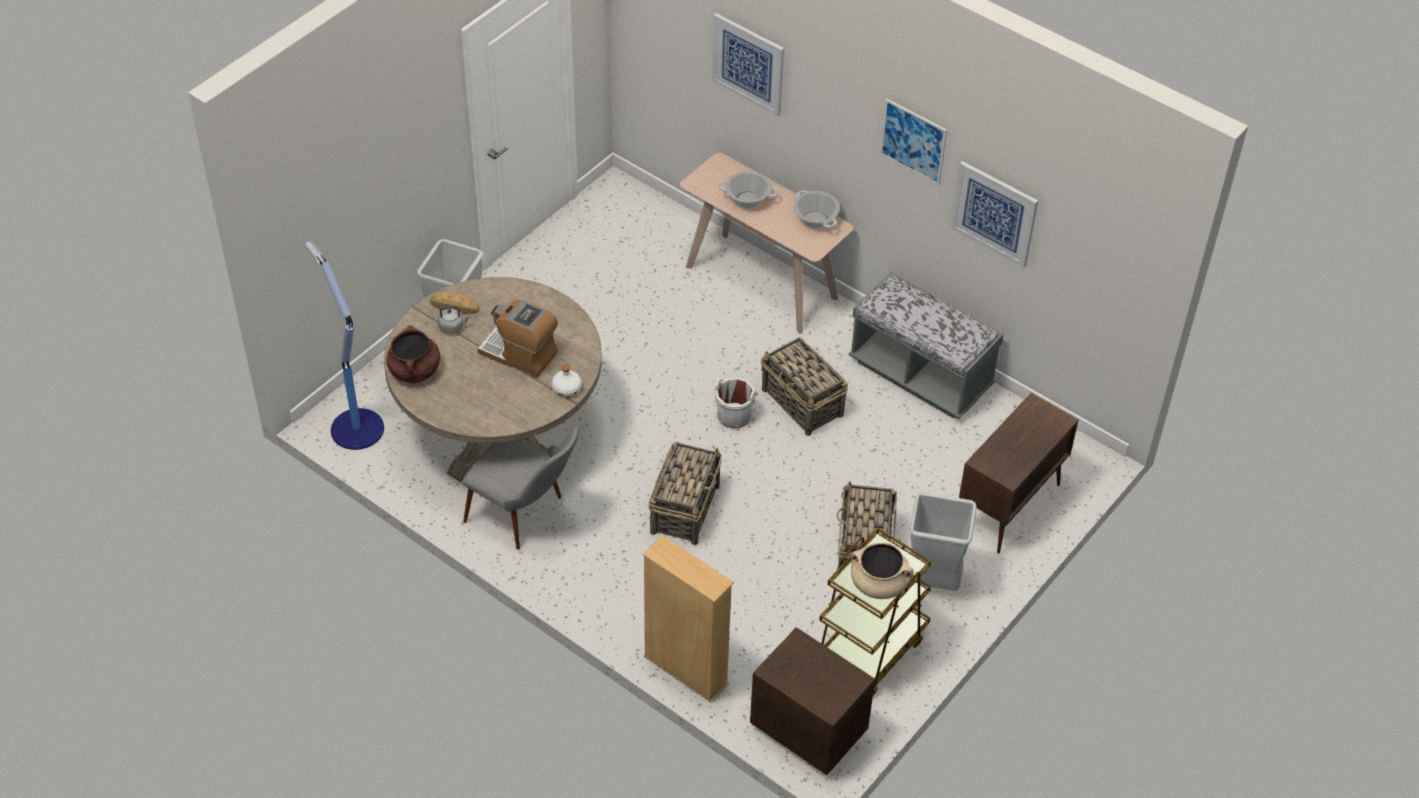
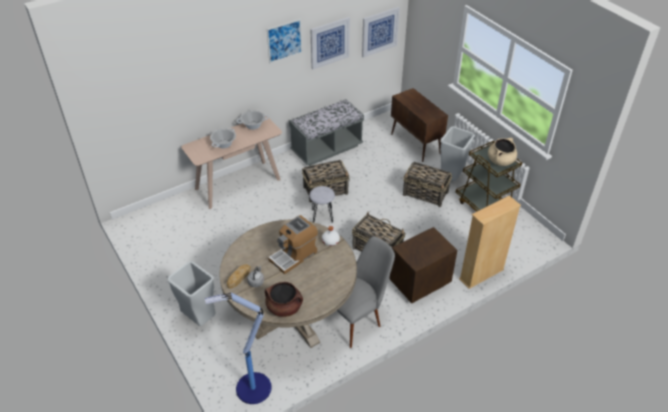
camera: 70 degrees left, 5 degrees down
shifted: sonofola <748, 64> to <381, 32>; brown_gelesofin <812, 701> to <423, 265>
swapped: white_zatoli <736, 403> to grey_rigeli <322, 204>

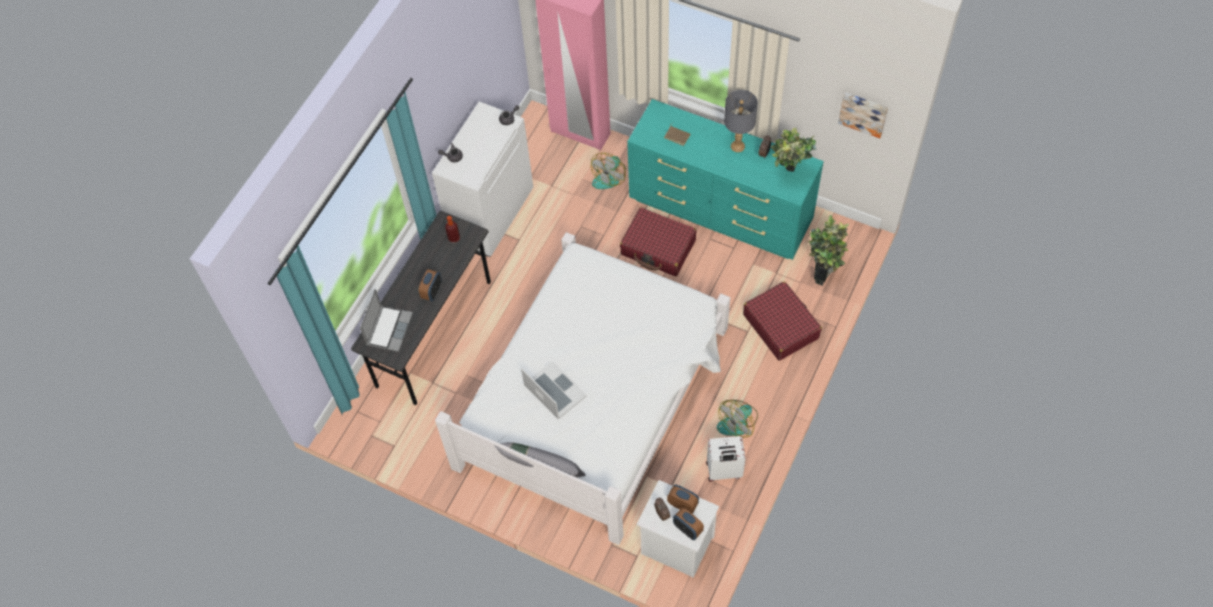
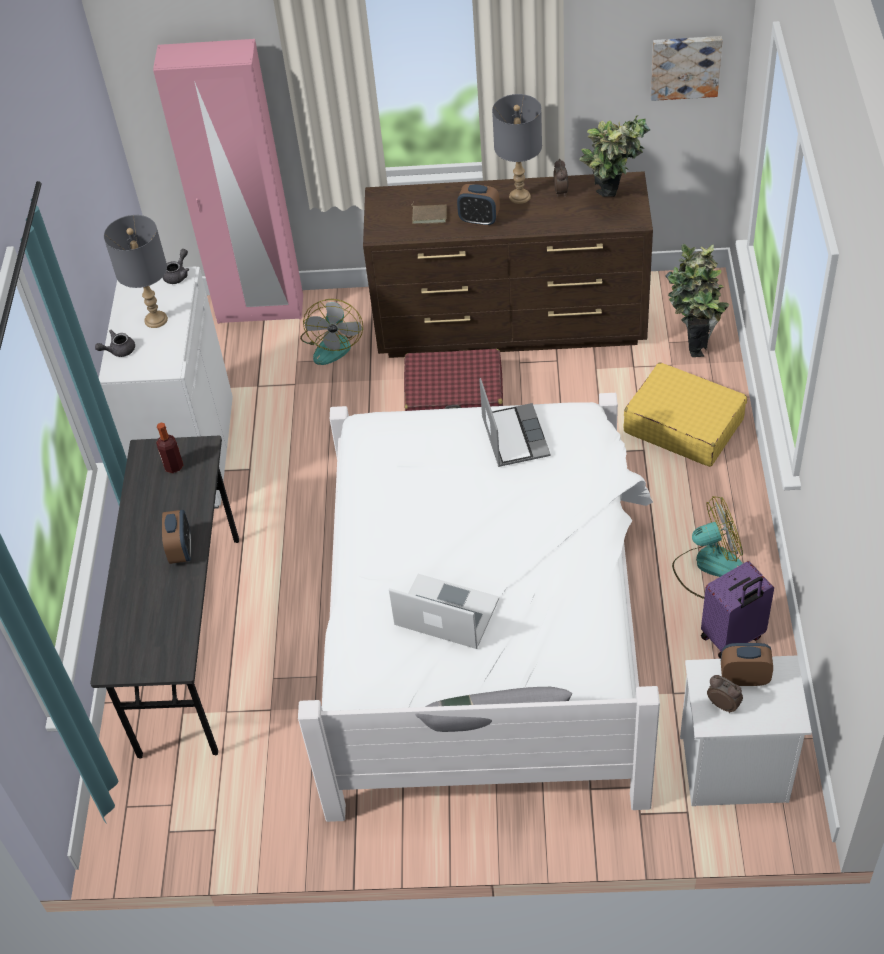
camera: 25 degrees left, 10 degrees down
new: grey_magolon <136, 271>
shifted: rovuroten <386, 320> to <515, 422>; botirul <688, 523> to <478, 205>
repainted: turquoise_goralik <725, 179> to brown_goralik <508, 264>; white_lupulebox <726, 458> to purple_lupulebox <737, 610>; red_lupulebox <782, 321> to yellow_lupulebox <685, 415>
rotated: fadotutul <737, 419> = <707, 547> 120 degrees counterclockwise

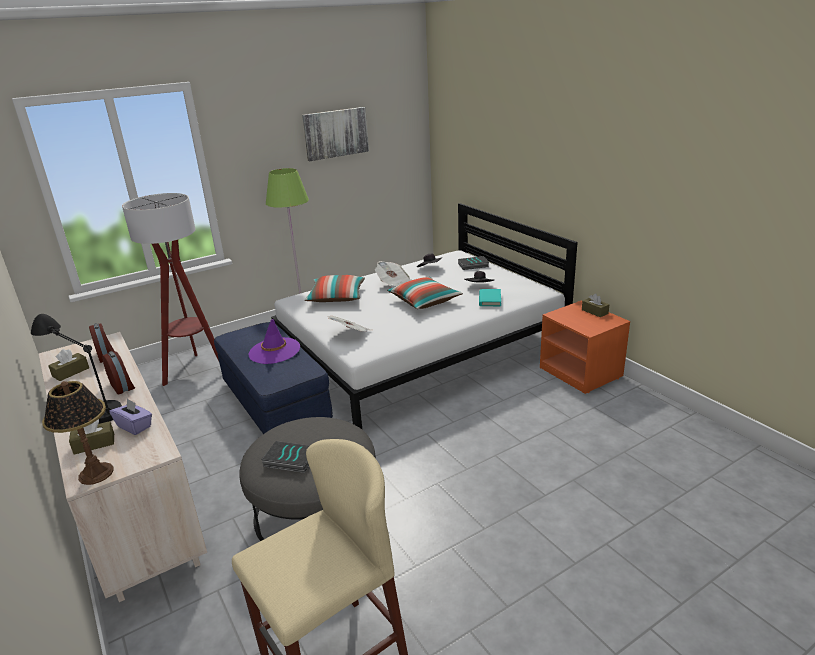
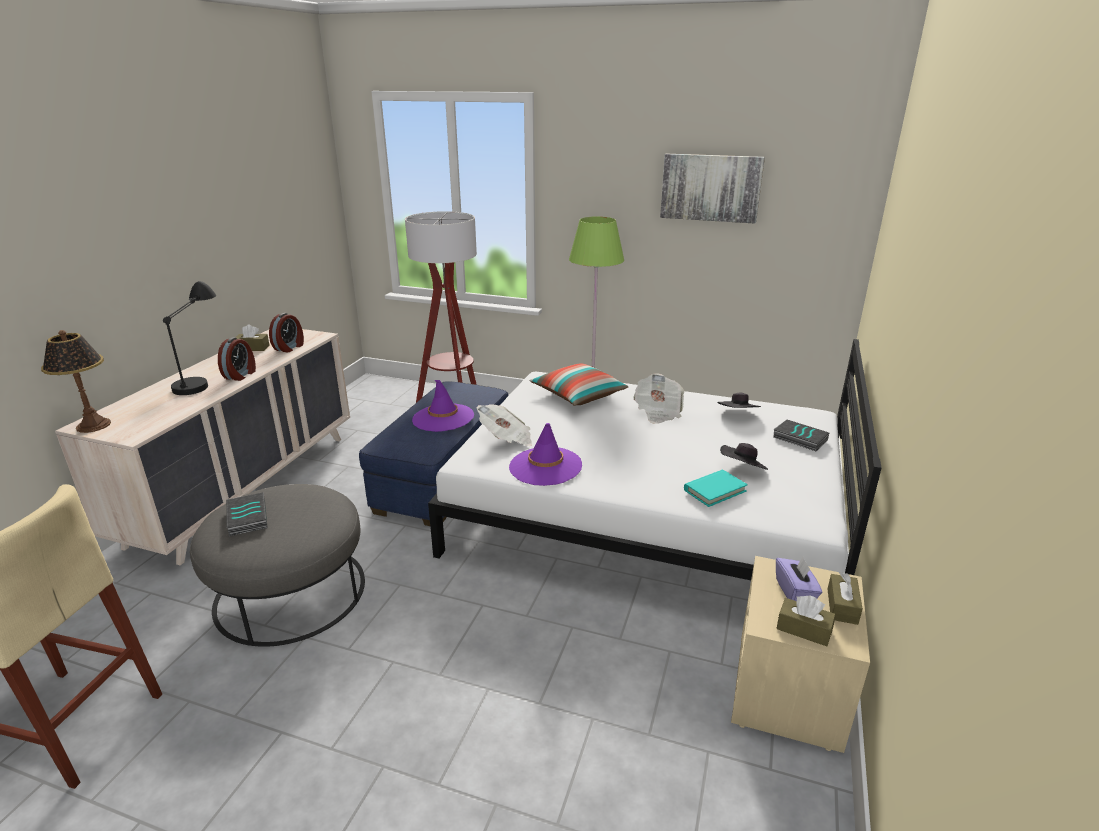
camera: 50 degrees right, 0 degrees up
gone: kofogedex <425, 293>
new: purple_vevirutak <545, 454>
shifted: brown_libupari <91, 437> to <806, 621>; purple_libupari <131, 417> to <799, 579>
repainted: orange_gelesofin <585, 347> to beige_gelesofin <800, 654>

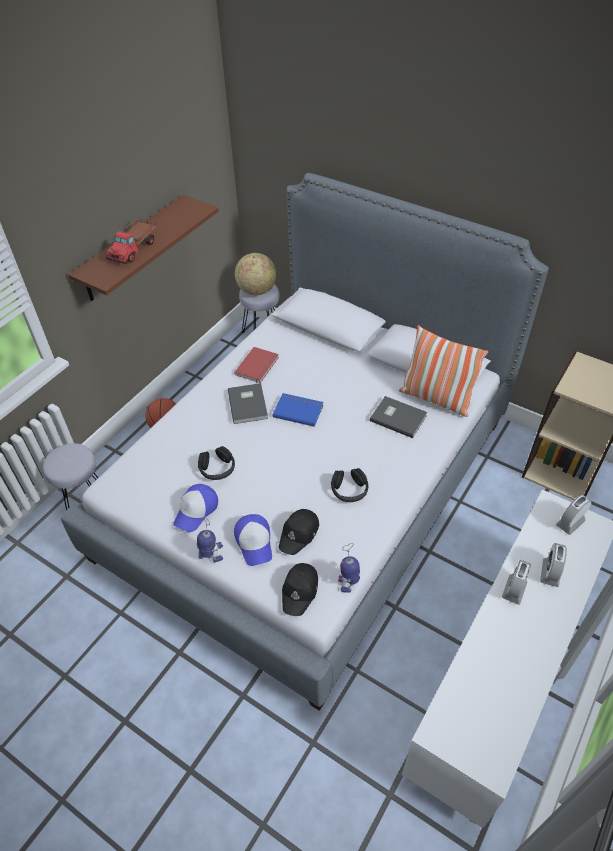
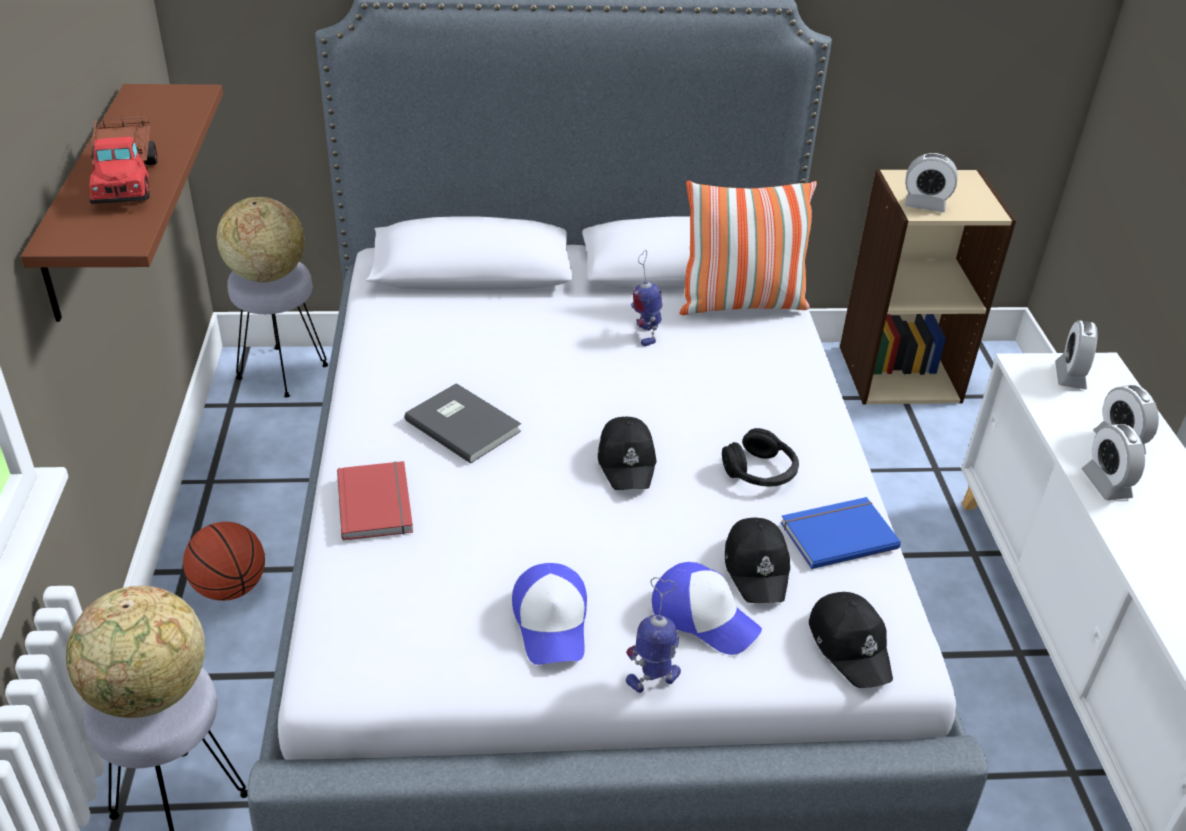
camera: 40 degrees left, 10 degrees down
gone: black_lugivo <216, 463>; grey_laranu <398, 417>
new: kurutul <135, 652>; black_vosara <627, 453>; botirul <931, 182>
shifted: red_laranu <256, 365> to <375, 501>; blue_laranu <297, 410> to <841, 533>; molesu <349, 568> to <646, 298>

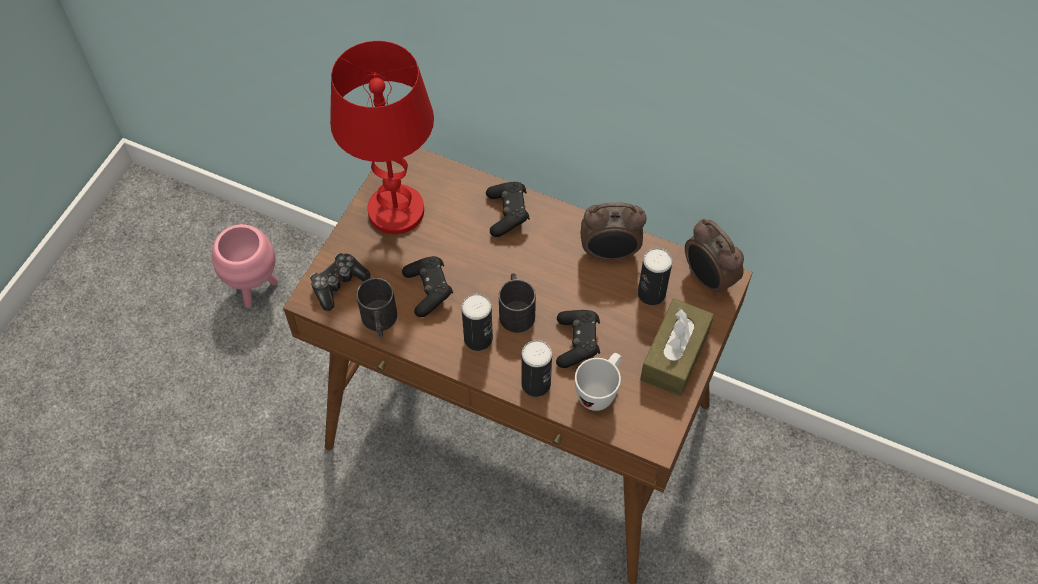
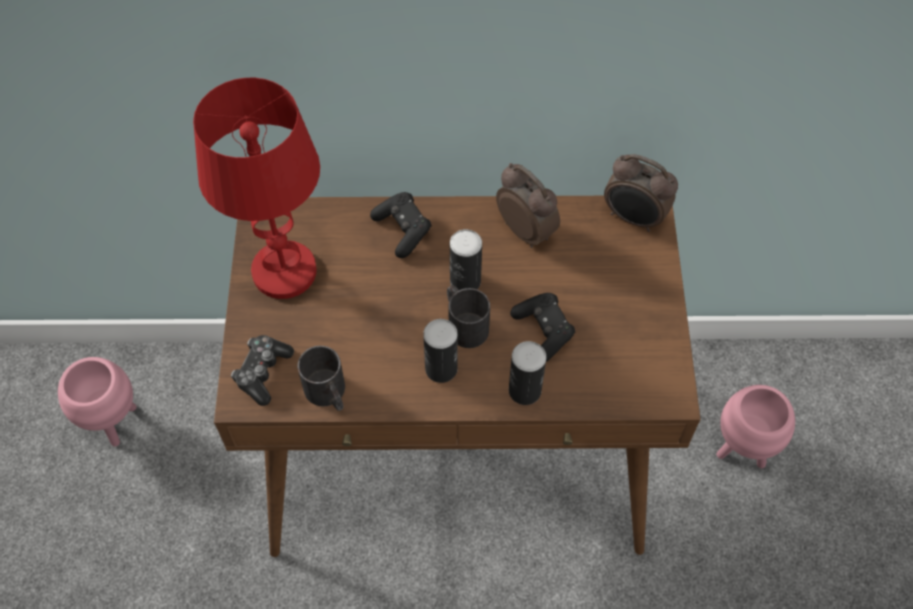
camera: 25 degrees left, 0 degrees up
gone: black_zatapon <427, 286>; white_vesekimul <598, 382>; brown_libupari <677, 347>
new: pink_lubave <756, 426>
shifted: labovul <655, 276> to <466, 259>
rotated: botirul <614, 231> = <528, 205> 105 degrees counterclockwise

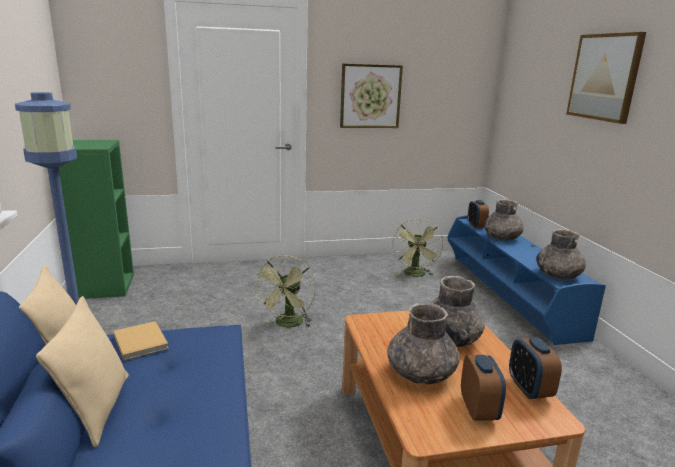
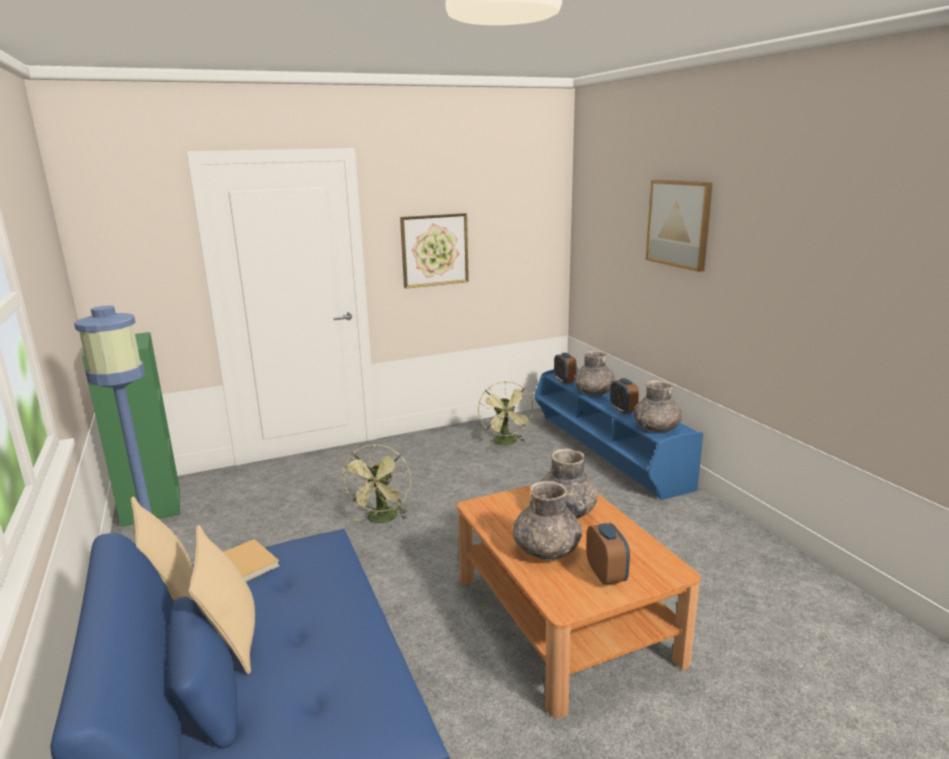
camera: 10 degrees left, 0 degrees up
shifted: botirul <535, 368> to <624, 396>

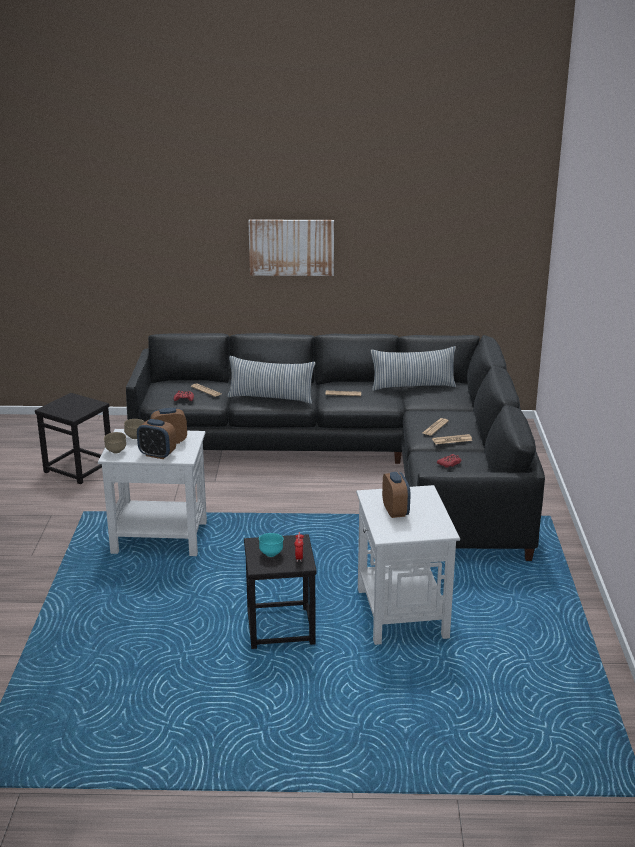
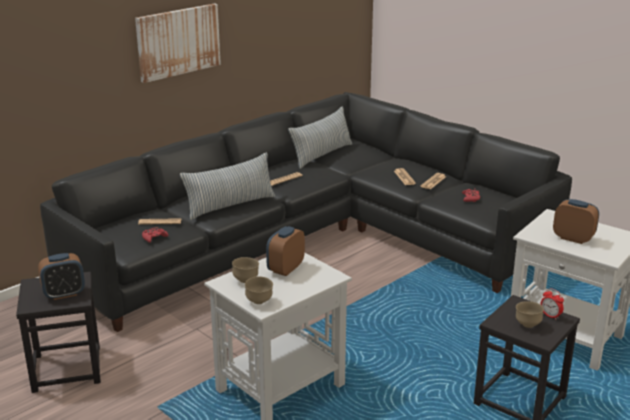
camera: 45 degrees left, 0 degrees up
shifted: botirul <156, 439> to <61, 276>
repainted: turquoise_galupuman <271, 545> to brown_galupuman <530, 314>

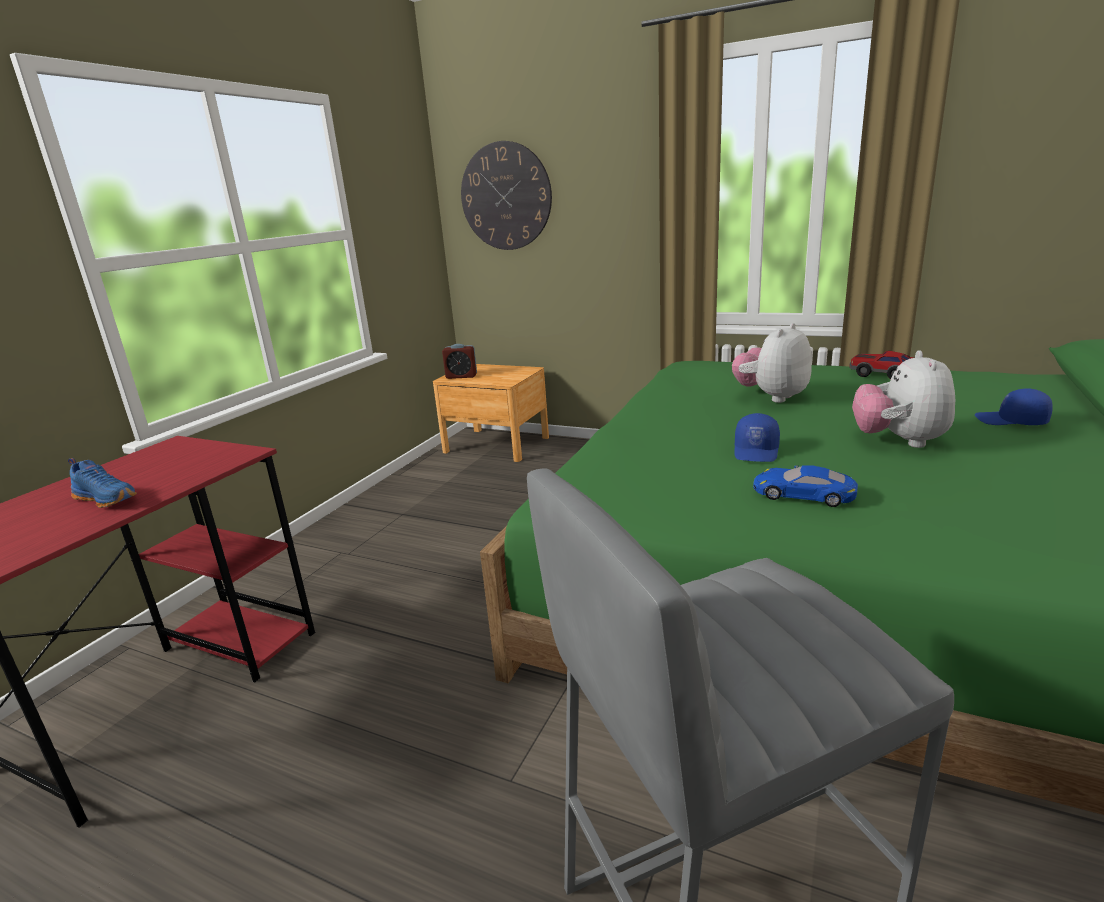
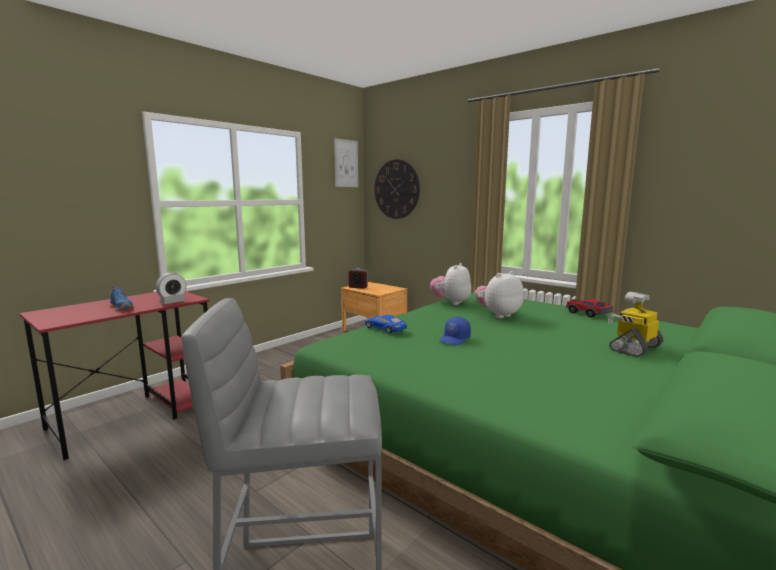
camera: 15 degrees right, 10 degrees down
new: botirul <171, 288>; sonofola <346, 162>
shifted: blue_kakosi <805, 486> to <386, 324>; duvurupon <903, 399> to <450, 284>
swapped: blue_vosara <1014, 406> to molesu <635, 324>

